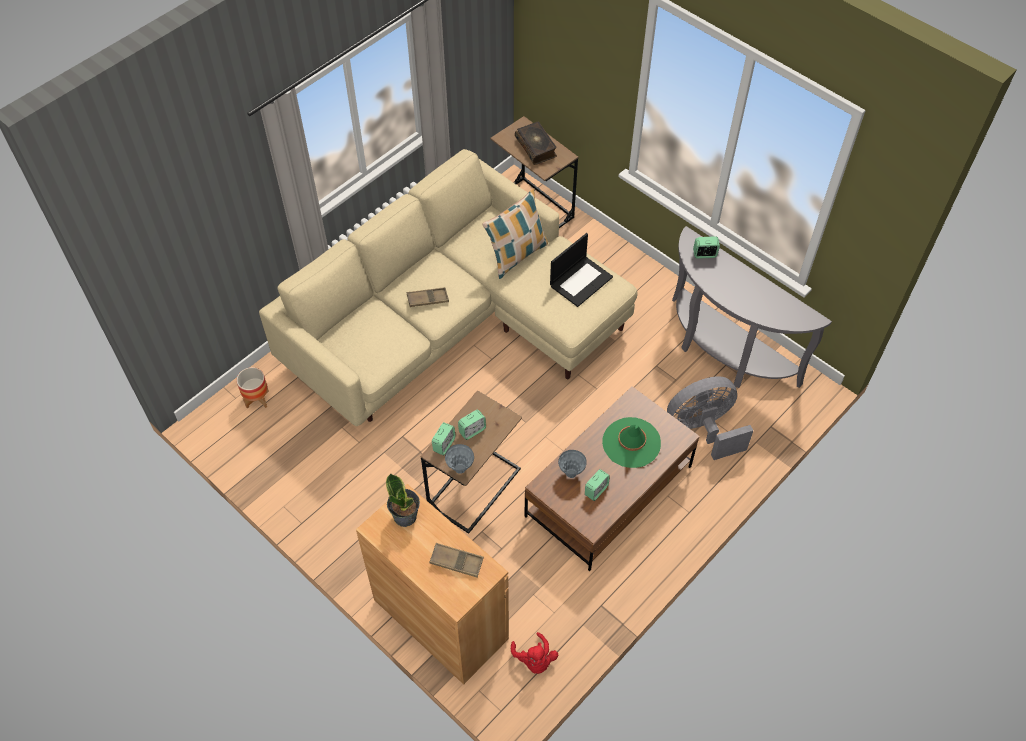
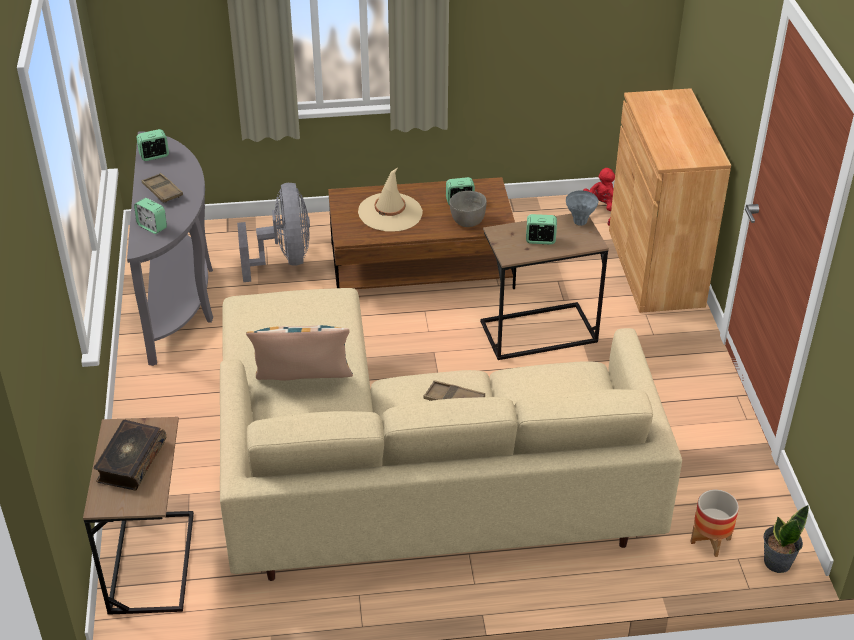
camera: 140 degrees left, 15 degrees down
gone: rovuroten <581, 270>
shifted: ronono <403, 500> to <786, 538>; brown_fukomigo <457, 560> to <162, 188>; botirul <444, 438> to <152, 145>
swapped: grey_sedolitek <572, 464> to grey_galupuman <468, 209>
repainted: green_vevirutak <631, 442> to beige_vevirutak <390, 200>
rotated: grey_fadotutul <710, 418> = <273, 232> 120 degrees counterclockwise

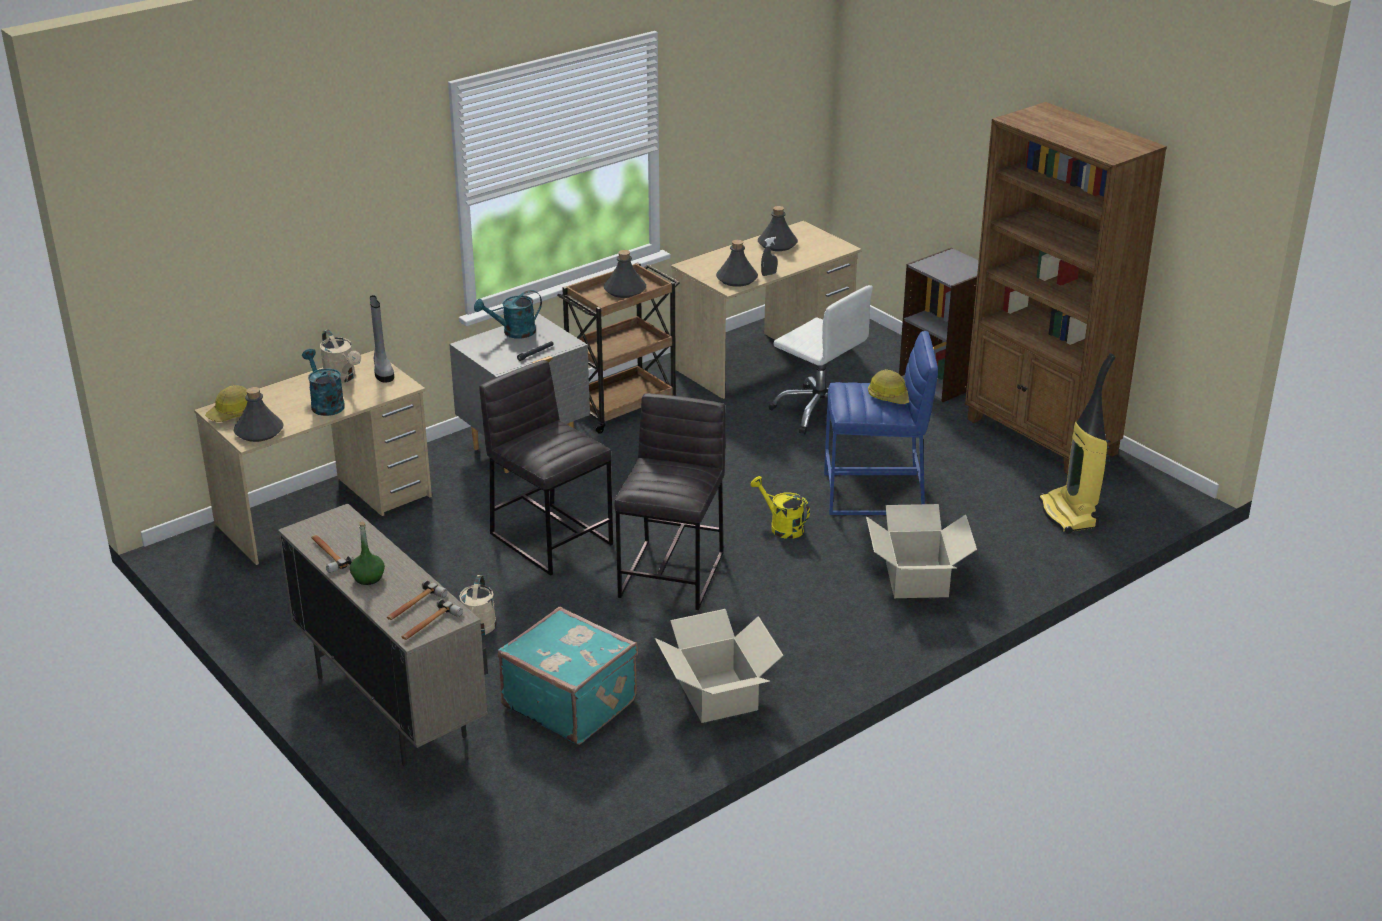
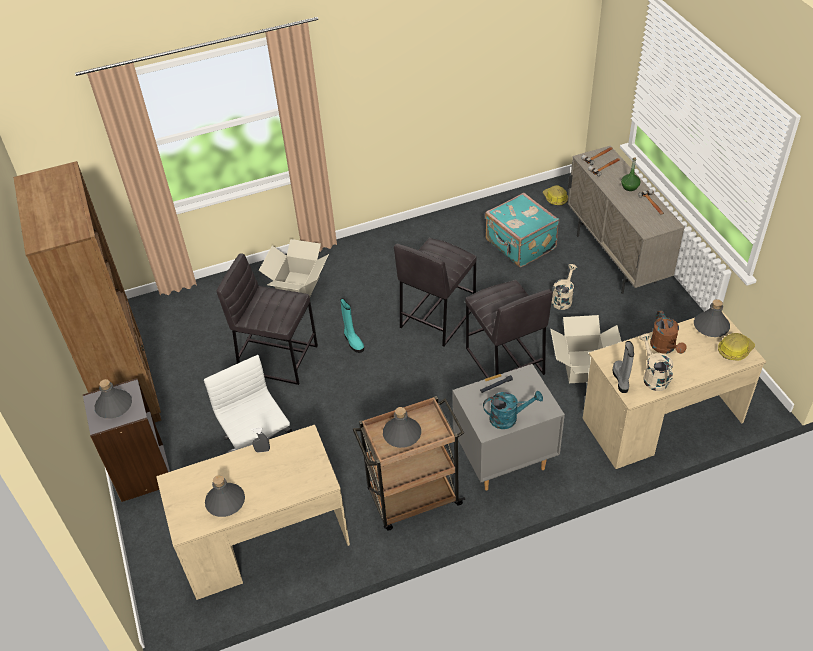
camera: 160 degrees left, 15 degrees up
gone: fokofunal <1077, 443>
shifted: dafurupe <719, 666> to <586, 349>; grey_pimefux <737, 263> to <113, 399>; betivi <888, 386> to <555, 195>
swapped: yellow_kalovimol <780, 507> to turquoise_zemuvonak <352, 325>
repainted: turquoise_kalovimol <323, 382> to brown_kalovimol <668, 332>; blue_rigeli <881, 423> to grey_rigeli <267, 319>

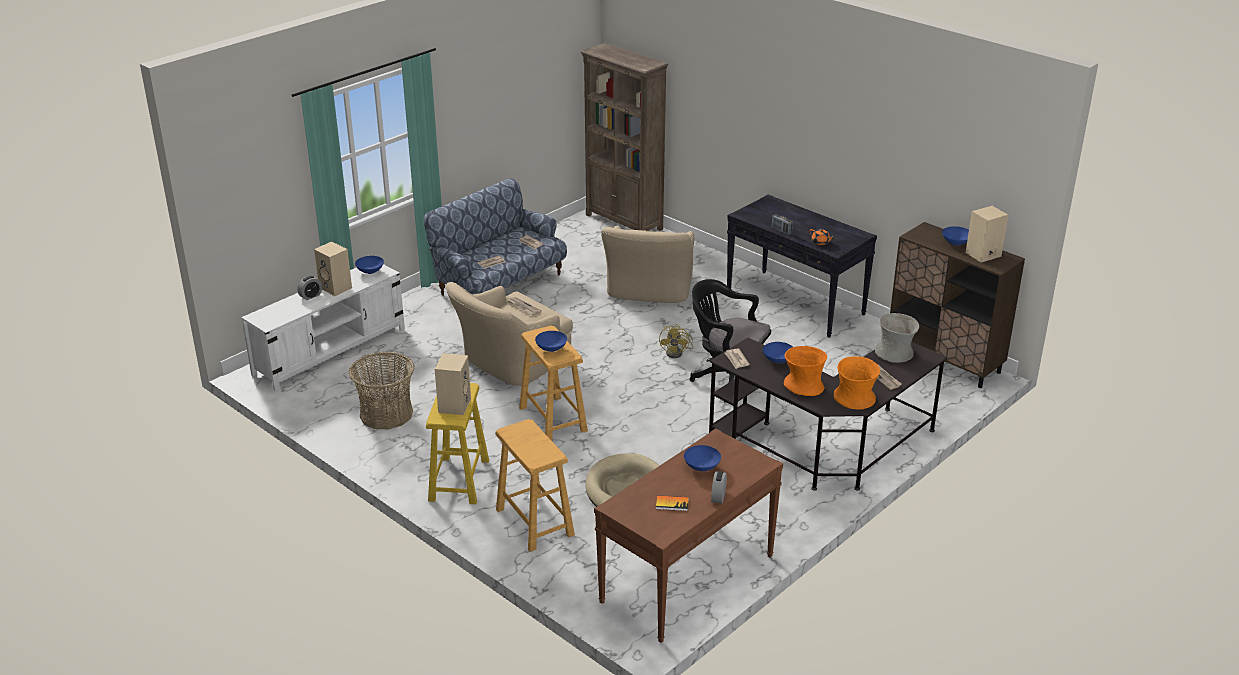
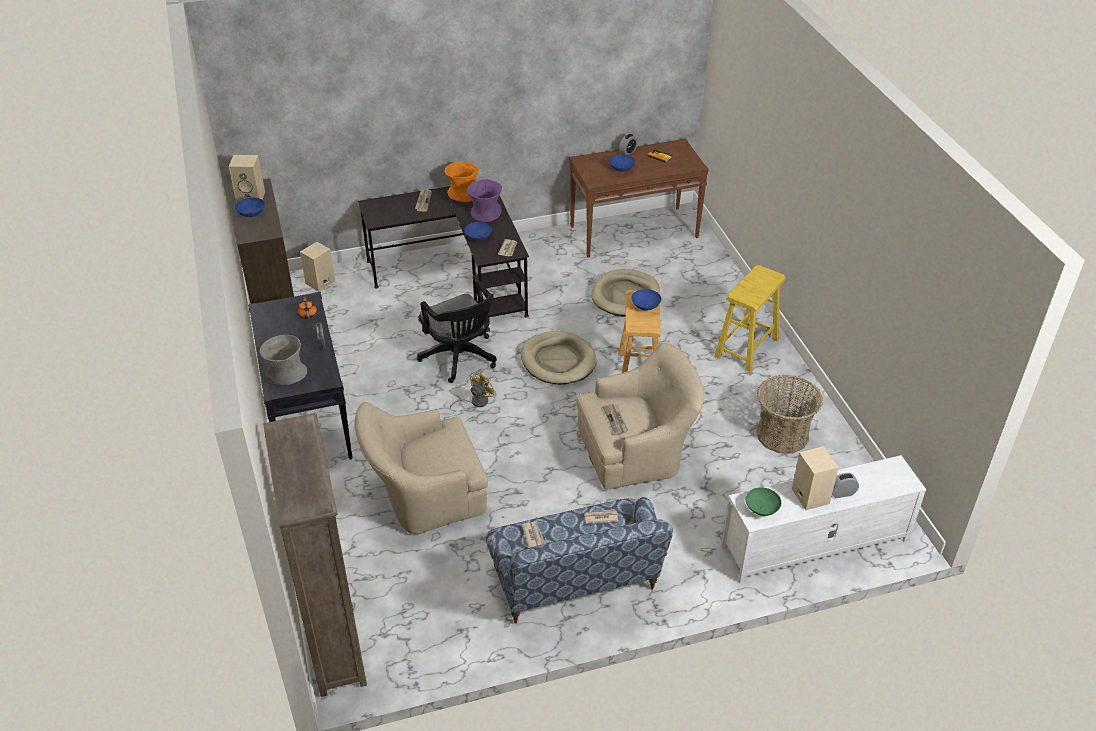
camera: 150 degrees left, 10 degrees up
gone: beige_rigeli <535, 485>
new: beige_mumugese <559, 357>
shifted: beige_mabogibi <453, 384> to <317, 266>; grey_sedolitek <897, 338> to <283, 360>
repainted: blue_galupuman <369, 265> to green_galupuman <763, 501>; orange_sedolitek <805, 371> to purple_sedolitek <484, 200>
rotated: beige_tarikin <647, 264> = <421, 468> 150 degrees counterclockwise

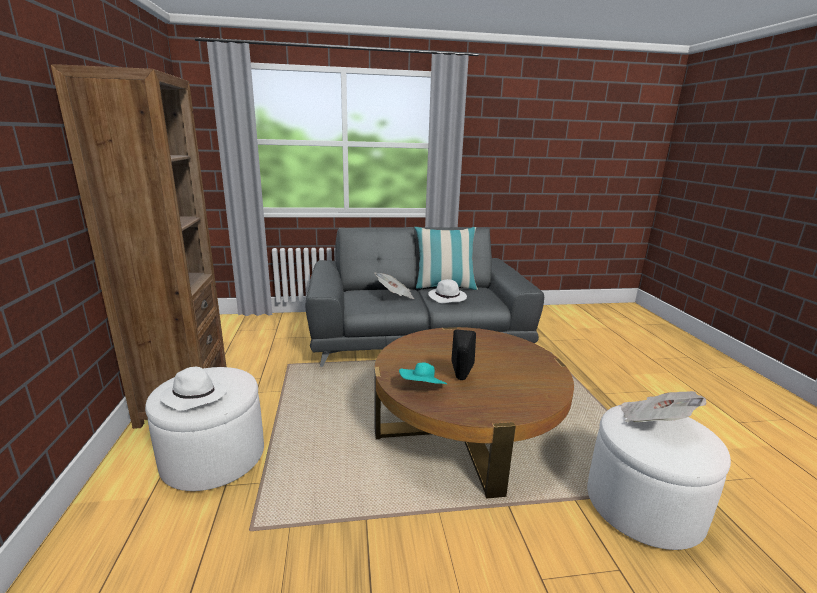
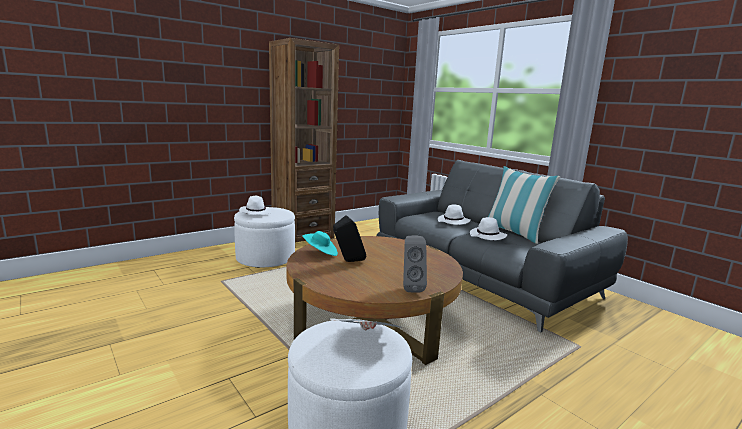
camera: 60 degrees right, 5 degrees down
new: grey_mabogibi <415, 263>
swapped: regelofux <394, 286> to white_vevirutak <454, 215>

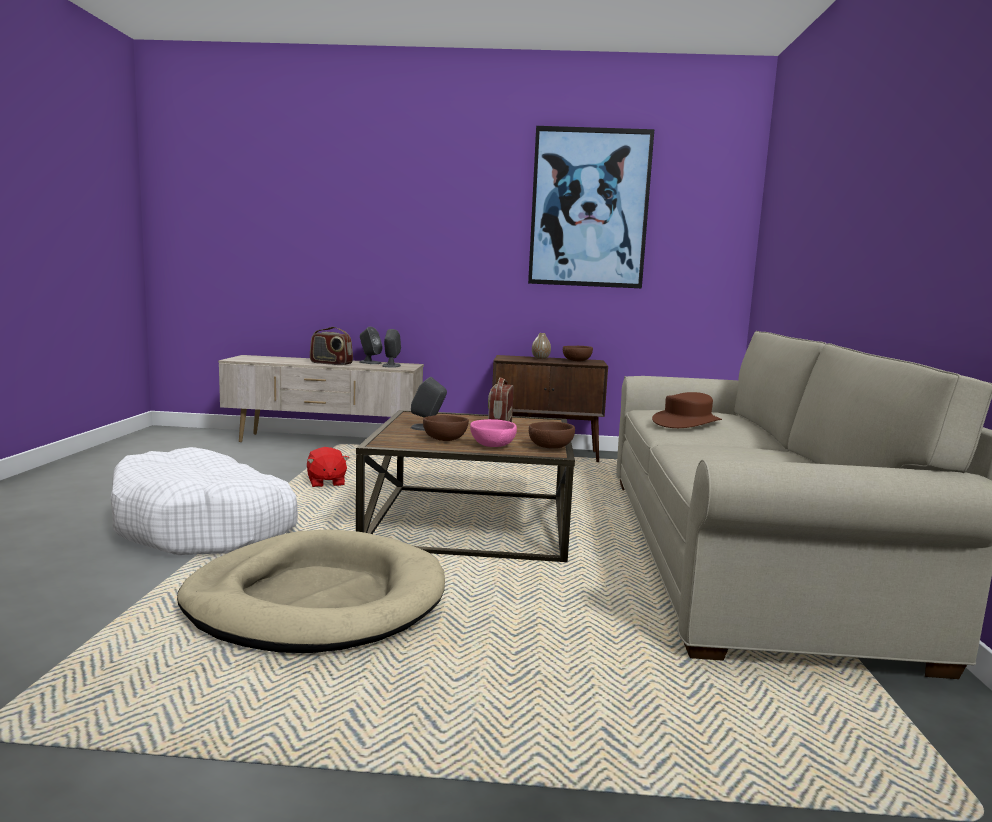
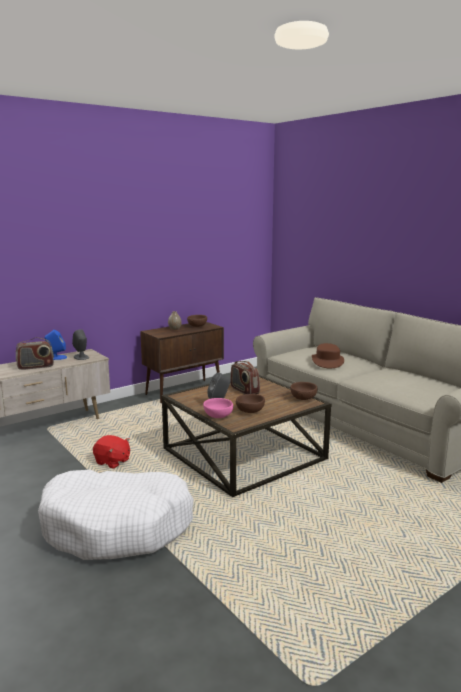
camera: 40 degrees left, 5 degrees up
gone: beige_mumugese <311, 591>; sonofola <591, 207>
shifted: pink_galupuman <493, 433> to <218, 408>
repainted: grey_mabogibi <371, 345> to blue_mabogibi <55, 345>

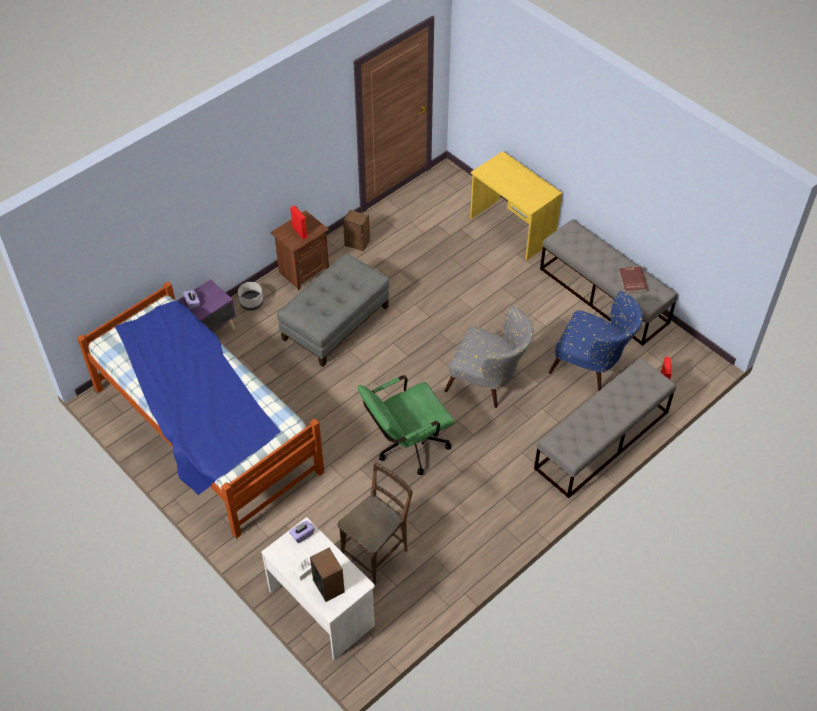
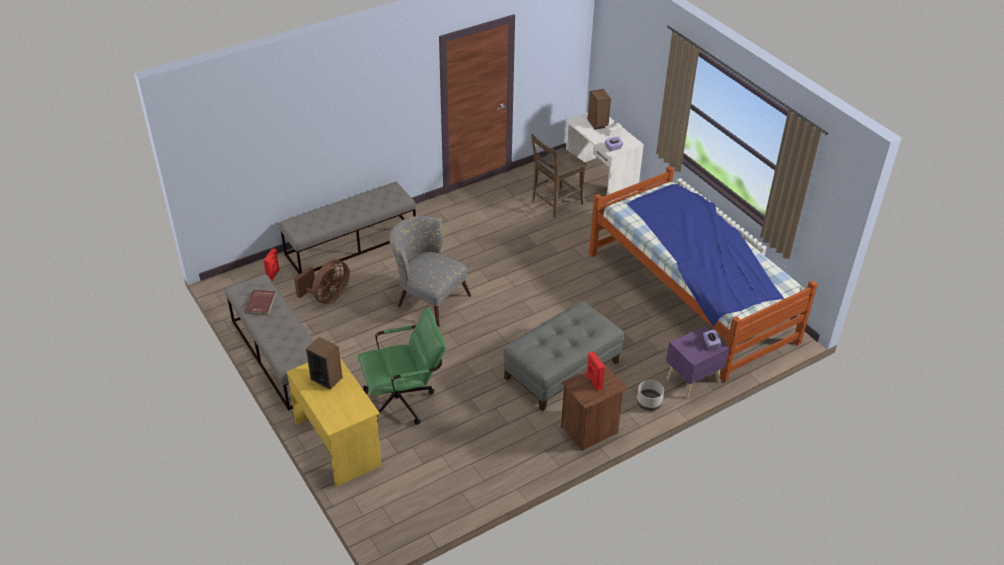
camera: 170 degrees left, 10 degrees down
shifted: mabogibi <356, 230> to <324, 363>; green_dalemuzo <406, 425> to <402, 366>
swapped: blue_tarikin <596, 341> to brown_fadotutul <322, 282>

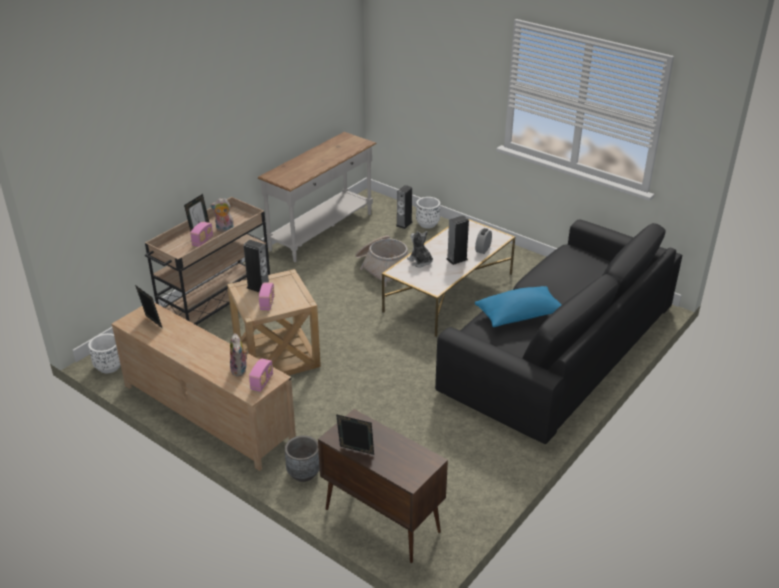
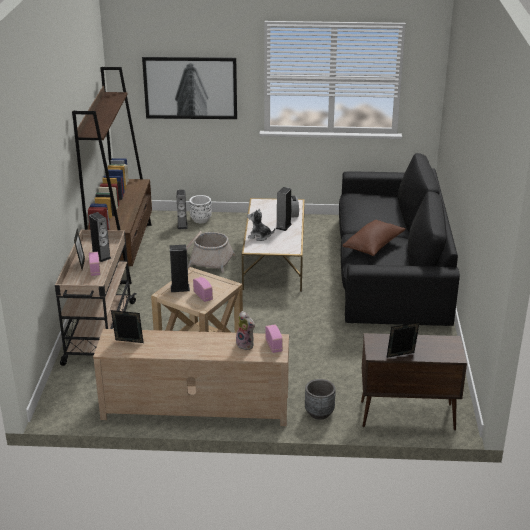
camera: 35 degrees left, 5 degrees down
gone: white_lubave <104, 353>
new: sonofola <189, 88>
swapped: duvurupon <222, 215> to mabogibi <100, 237>; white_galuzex <317, 197> to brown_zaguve <112, 175>
repainted: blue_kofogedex <518, 306> to brown_kofogedex <374, 238>

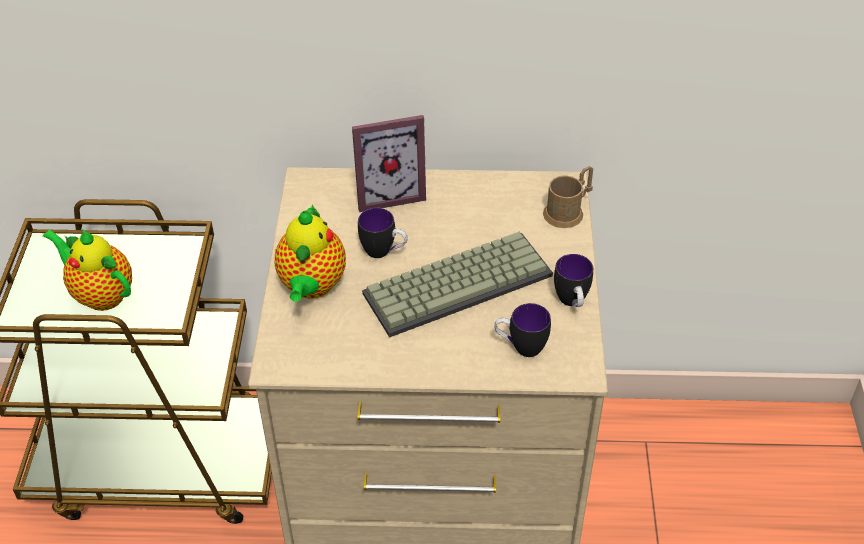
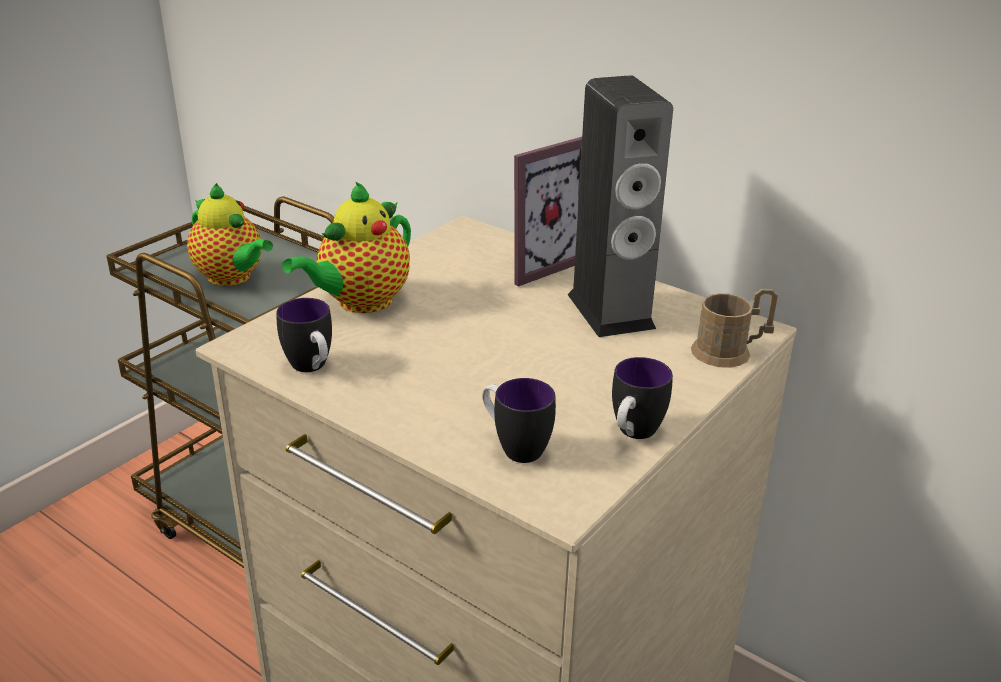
camera: 35 degrees right, 15 degrees down
gone: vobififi <457, 285>
new: mabogibi <620, 206>
shifted: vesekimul <383, 233> to <304, 335>
rotated: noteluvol <87, 270> = <230, 234> 150 degrees clockwise; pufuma <389, 163> = <548, 212> 60 degrees counterclockwise

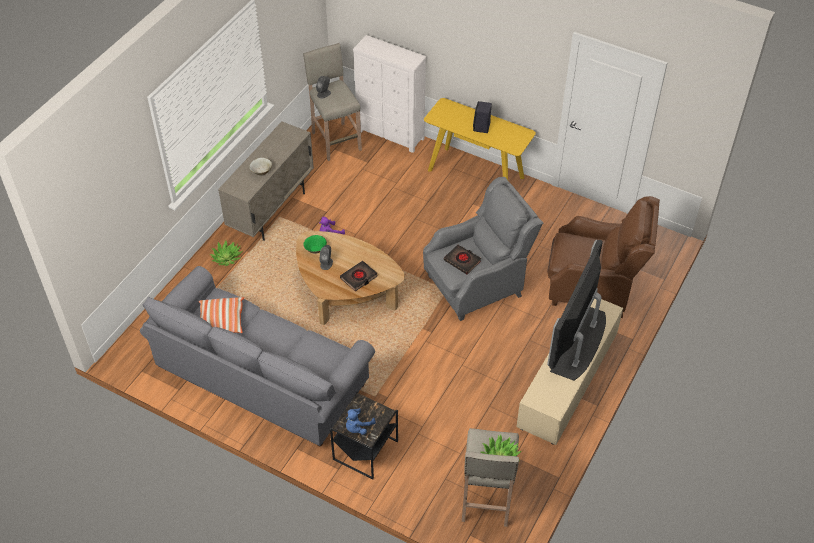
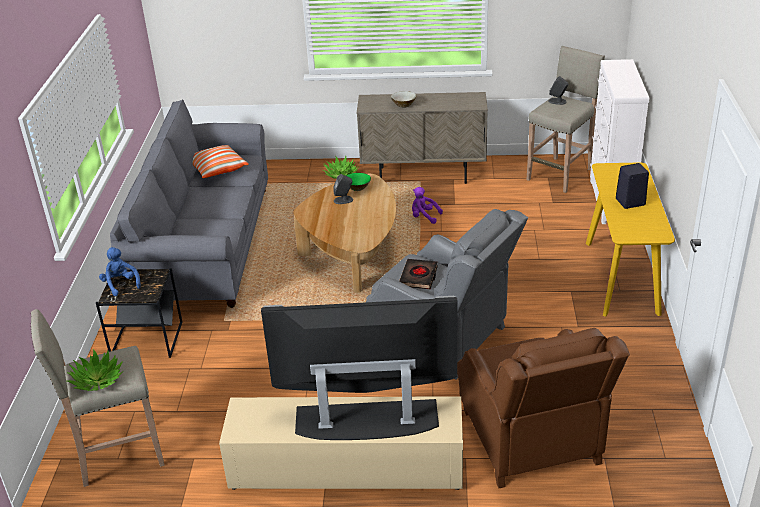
camera: 65 degrees right, 15 degrees down
gone: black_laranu <359, 276>
rotated: blue_duvurupon <361, 421> = <120, 271> 45 degrees clockwise

